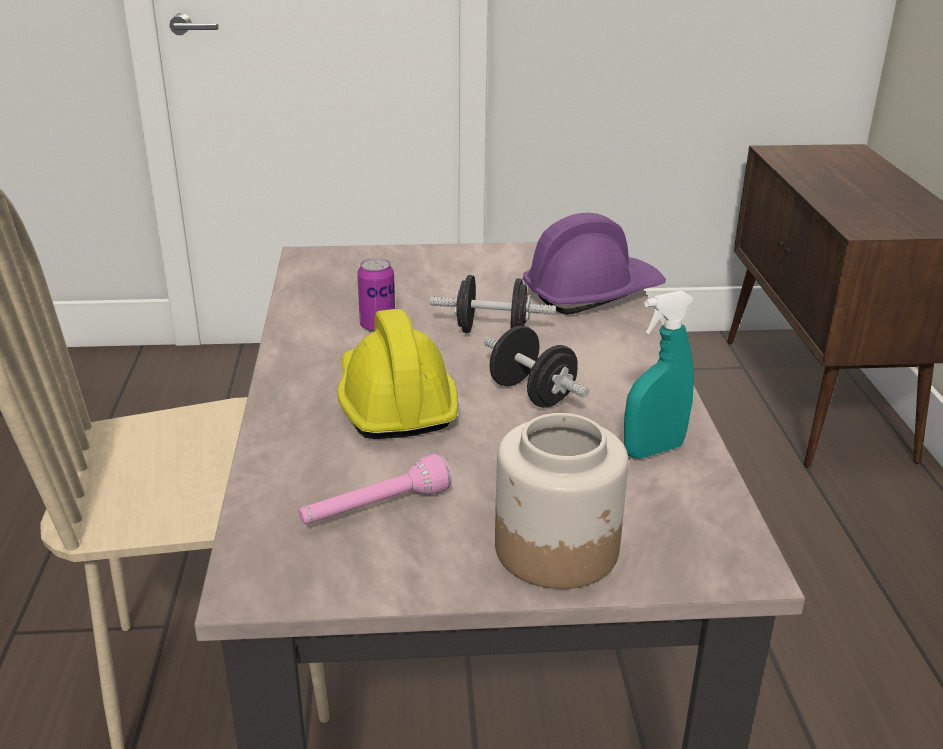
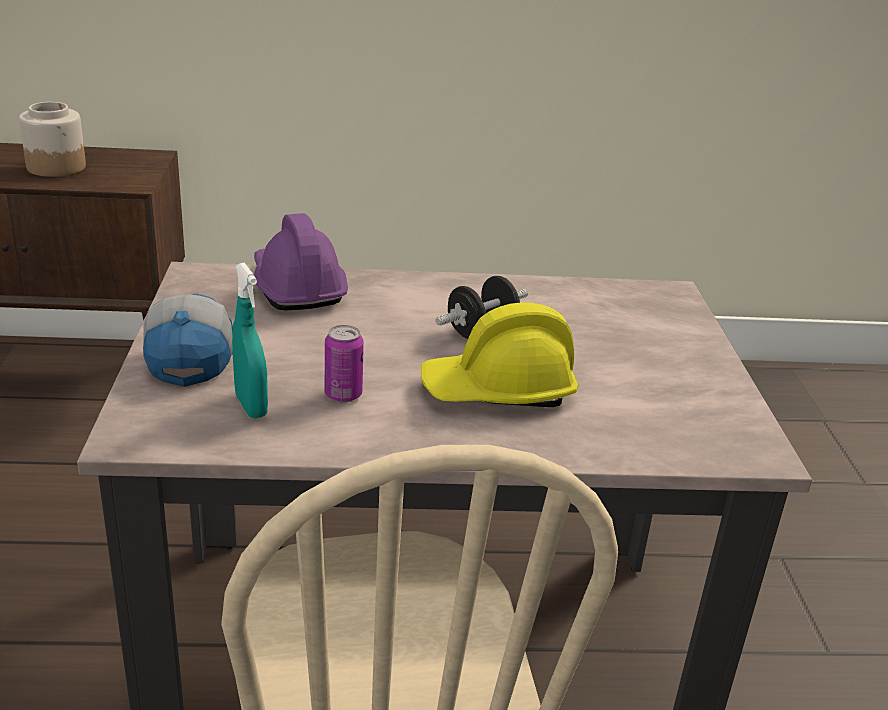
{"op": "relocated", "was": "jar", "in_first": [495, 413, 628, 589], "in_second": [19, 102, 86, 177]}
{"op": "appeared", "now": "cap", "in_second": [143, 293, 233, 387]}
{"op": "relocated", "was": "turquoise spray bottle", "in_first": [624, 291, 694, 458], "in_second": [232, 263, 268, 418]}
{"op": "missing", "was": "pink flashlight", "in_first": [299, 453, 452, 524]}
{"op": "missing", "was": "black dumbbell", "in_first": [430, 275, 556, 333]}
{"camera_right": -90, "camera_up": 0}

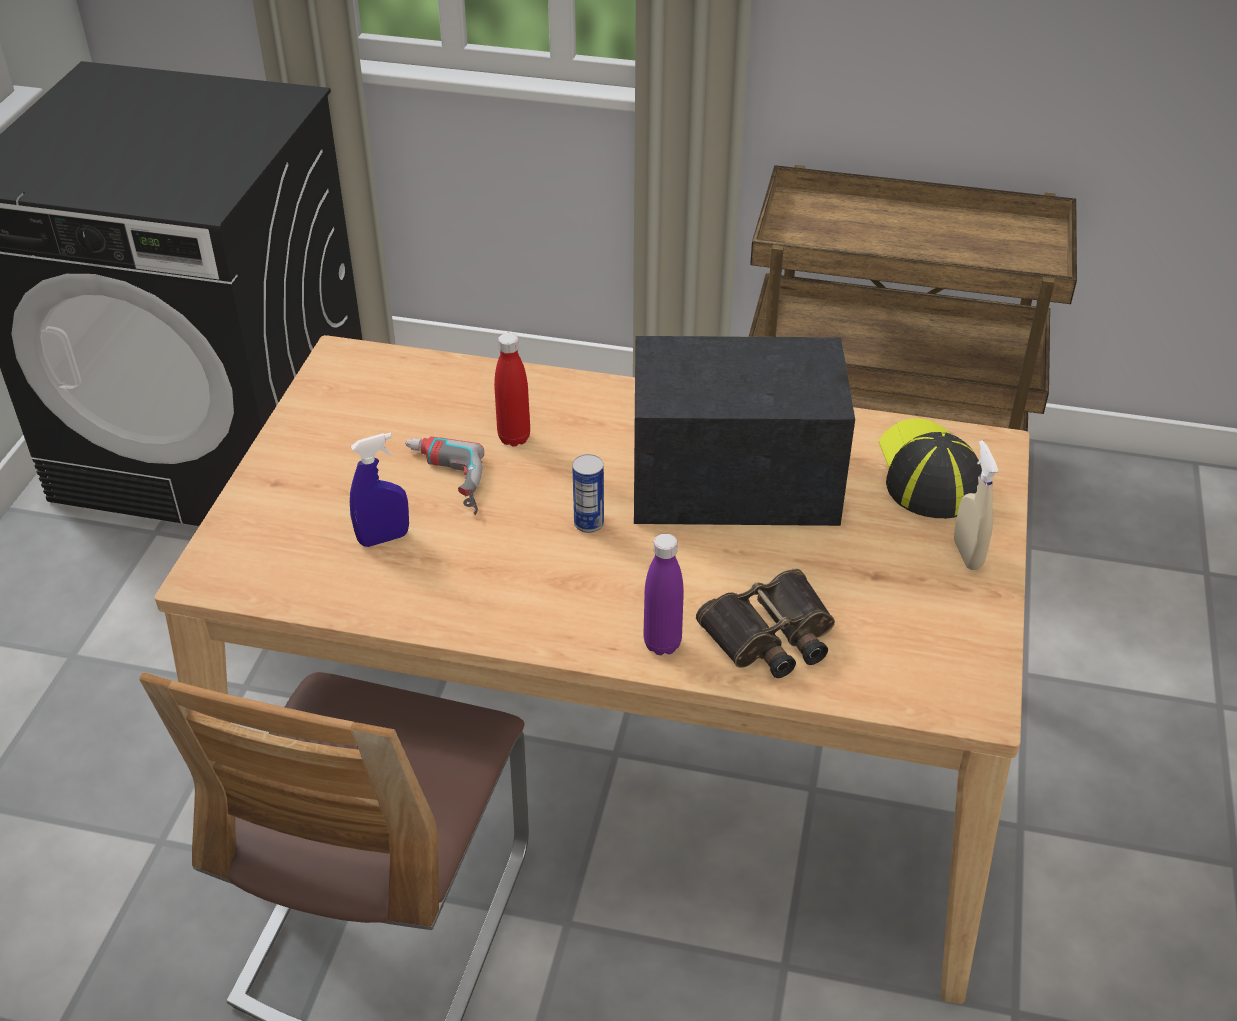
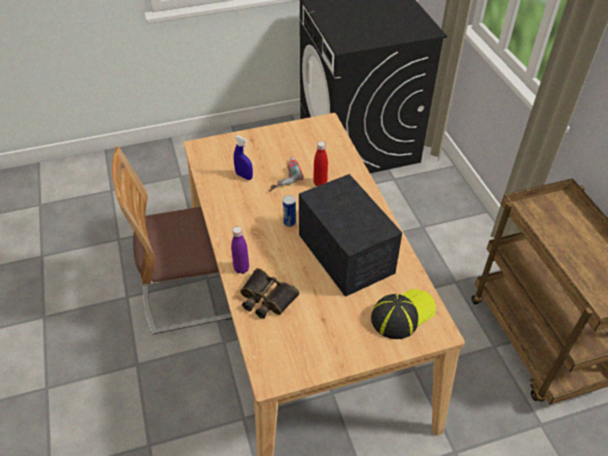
{"op": "missing", "was": "beige spray bottle", "in_first": [954, 440, 999, 570]}
{"camera_right": 60, "camera_up": 5}

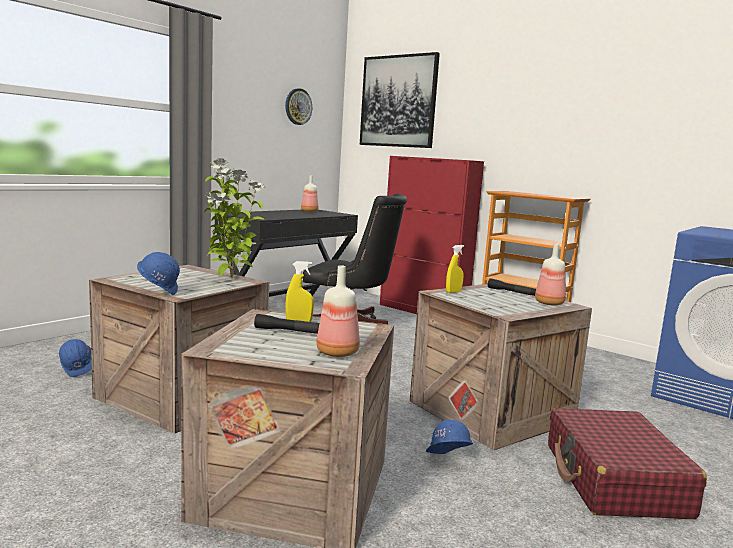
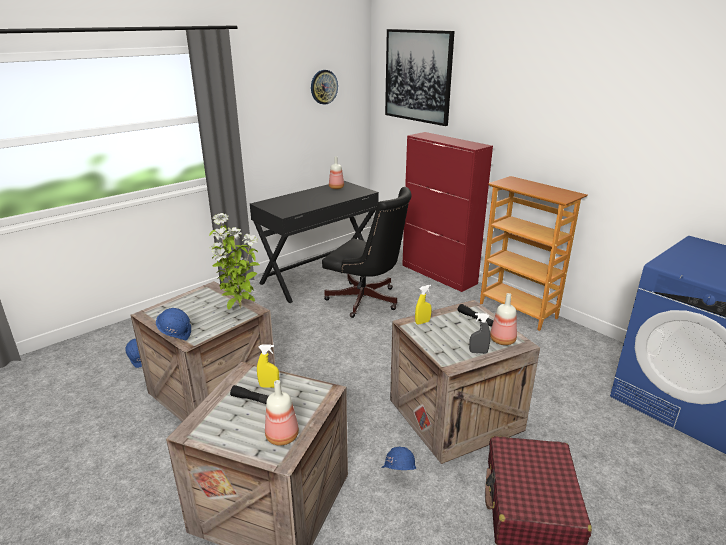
{"op": "appeared", "now": "grey spray bottle", "in_second": [469, 313, 490, 354]}
{"camera_right": 10, "camera_up": 15}

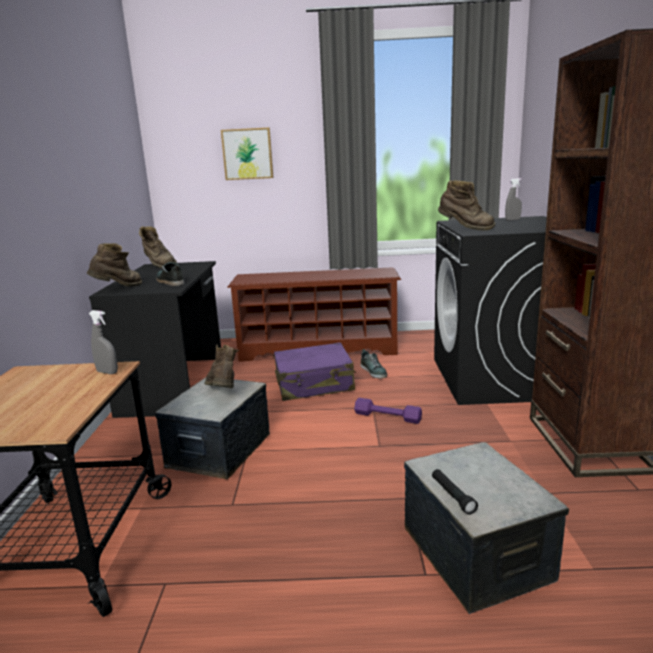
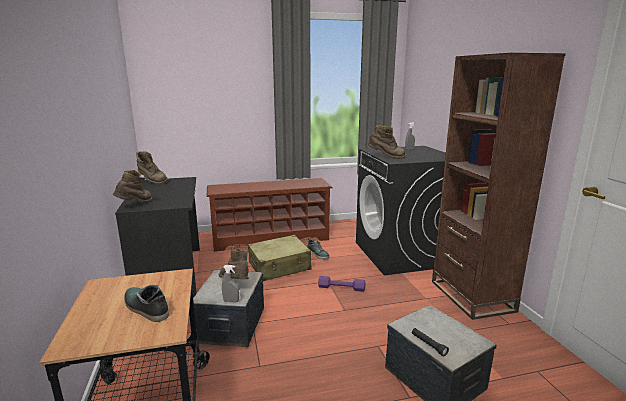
{"op": "relocated", "was": "shoe", "in_first": [156, 262, 184, 286], "in_second": [124, 285, 169, 322]}
{"op": "relocated", "was": "grey spray bottle", "in_first": [89, 310, 118, 374], "in_second": [222, 265, 239, 303]}
{"op": "colour", "was": "purple suitcase", "now": "beige suitcase", "in_first": [274, 342, 356, 401], "in_second": [248, 235, 312, 281]}
{"op": "missing", "was": "picture", "in_first": [221, 128, 273, 180]}
{"camera_right": -15, "camera_up": 0}

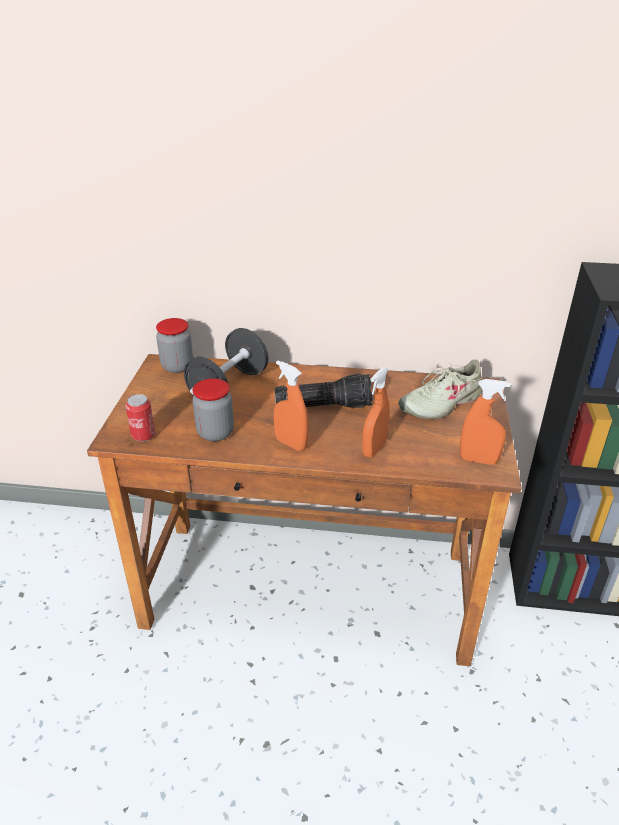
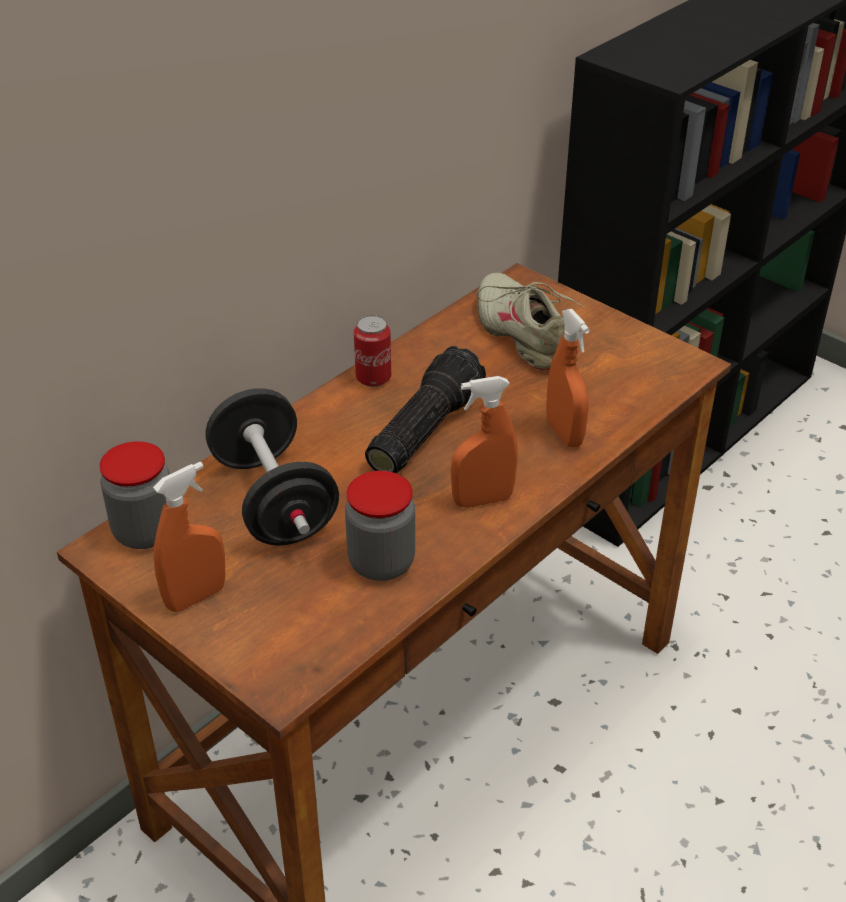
{"op": "relocated", "was": "orange spray bottle", "in_first": [460, 379, 511, 465], "in_second": [153, 461, 225, 612]}
{"op": "relocated", "was": "can", "in_first": [126, 394, 155, 442], "in_second": [354, 315, 391, 387]}
{"op": "spun", "was": "beige shoe", "in_first": [398, 359, 486, 419], "in_second": [476, 273, 584, 370], "clockwise": 150}
{"camera_right": -55, "camera_up": 5}

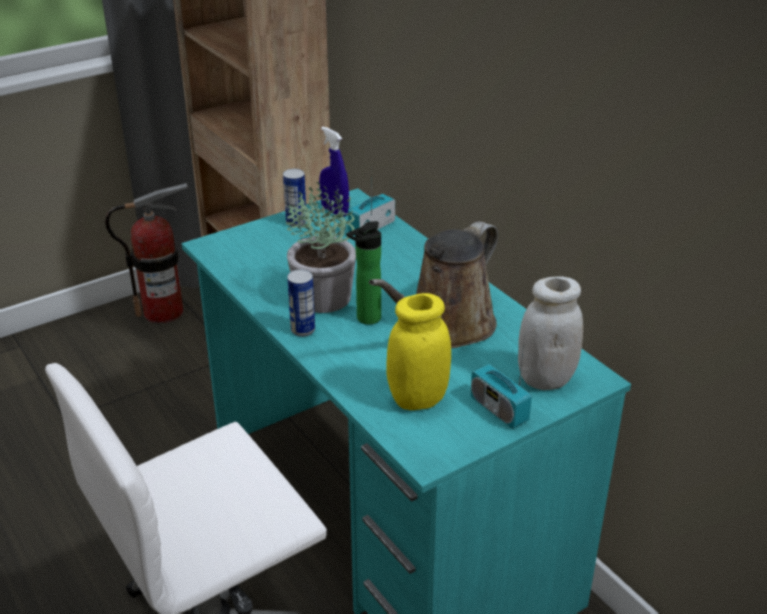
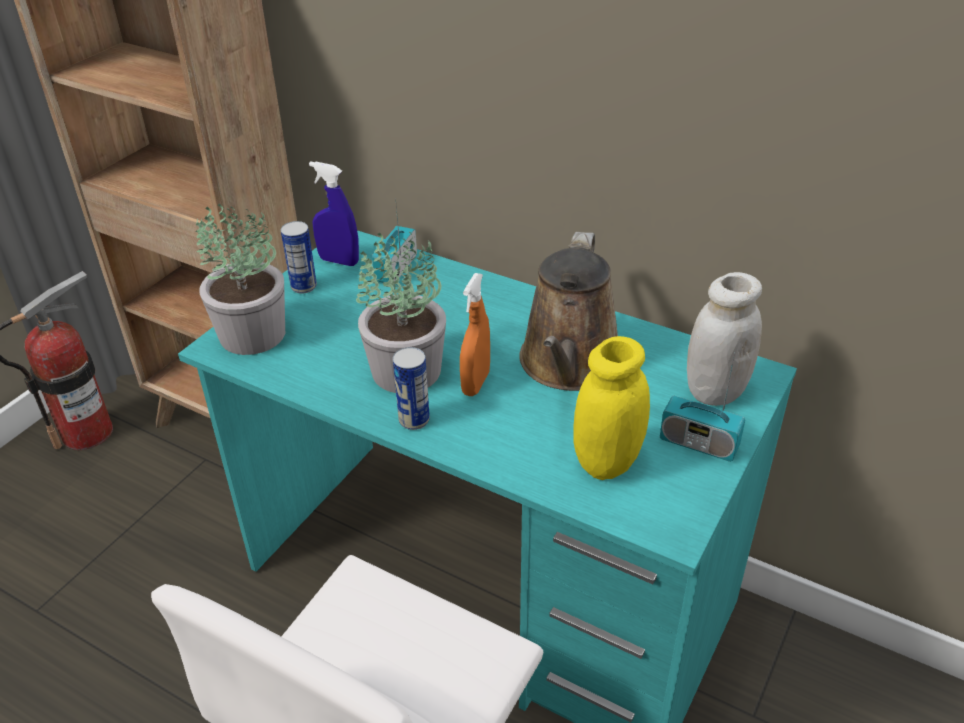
{"op": "appeared", "now": "potted plant", "in_second": [196, 203, 285, 355]}
{"op": "exchanged", "was": "bottle", "now": "orange spray bottle", "in_first": [346, 221, 381, 325], "in_second": [460, 273, 490, 396]}
{"camera_right": -25, "camera_up": 5}

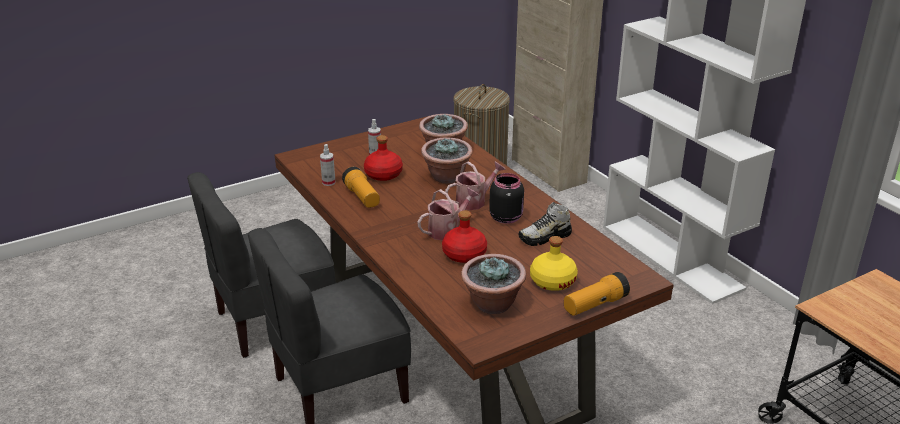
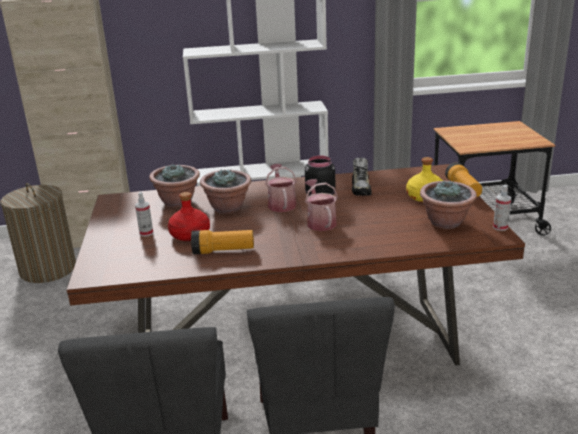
{"op": "relocated", "was": "spray bottle", "in_first": [320, 144, 335, 186], "in_second": [493, 185, 511, 231]}
{"op": "missing", "was": "red bottle", "in_first": [442, 210, 487, 263]}
{"camera_right": -65, "camera_up": -5}

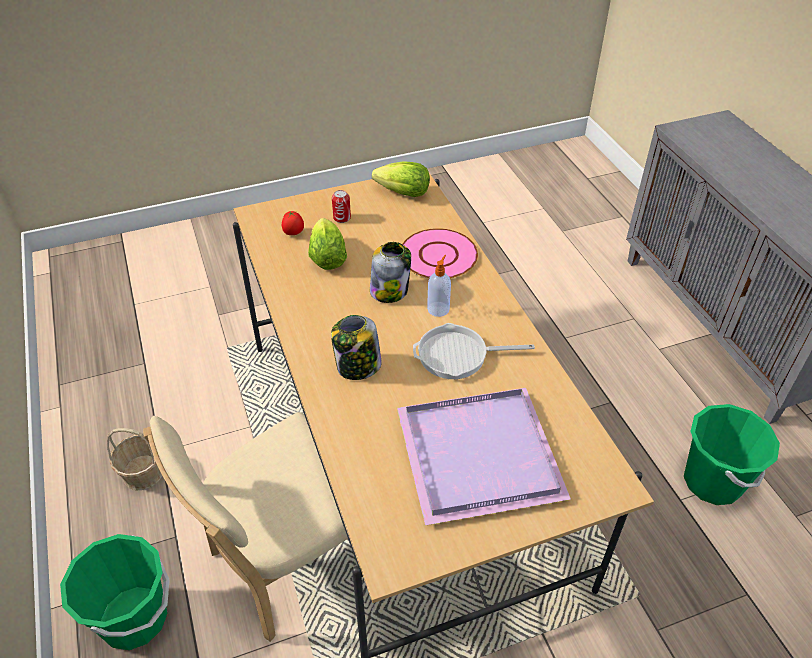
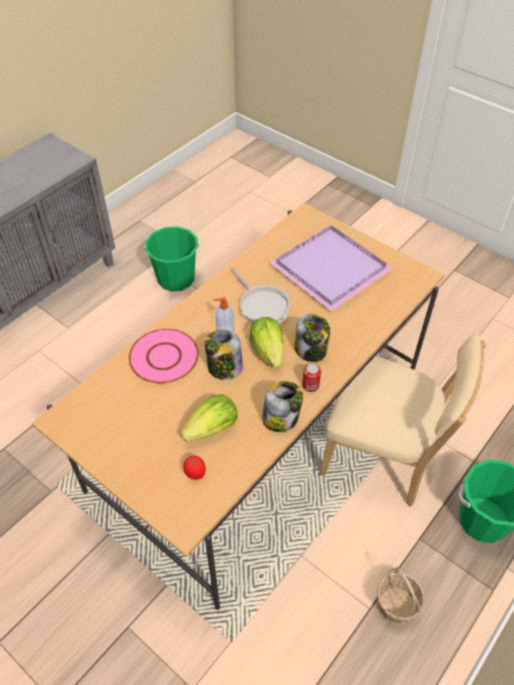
{"op": "relocated", "was": "lettuce", "in_first": [372, 161, 430, 197], "in_second": [249, 317, 284, 368]}
{"op": "appeared", "now": "jar", "in_second": [262, 381, 303, 432]}
{"op": "relocated", "was": "can", "in_first": [332, 190, 351, 223], "in_second": [302, 364, 321, 392]}
{"camera_right": -120, "camera_up": 5}

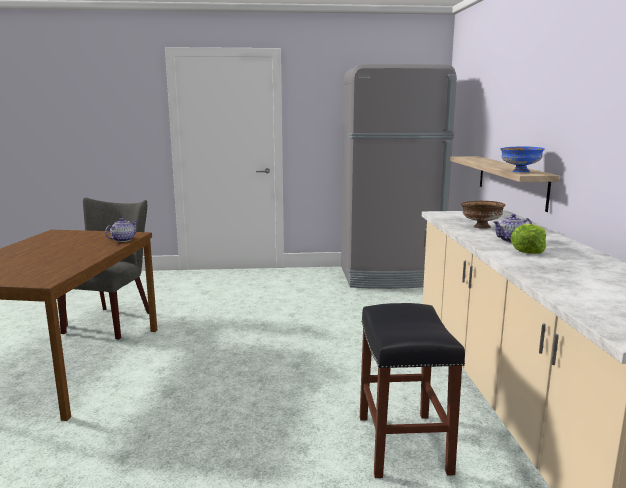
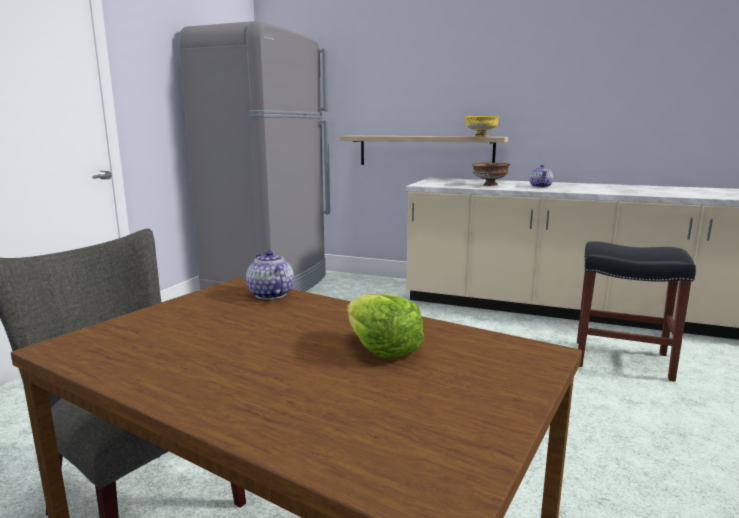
{"op": "relocated", "was": "lettuce", "in_first": [510, 224, 546, 254], "in_second": [347, 294, 424, 358]}
{"op": "colour", "was": "blue bowl", "now": "yellow bowl", "in_first": [500, 146, 545, 172], "in_second": [465, 116, 500, 137]}
{"camera_right": -65, "camera_up": 0}

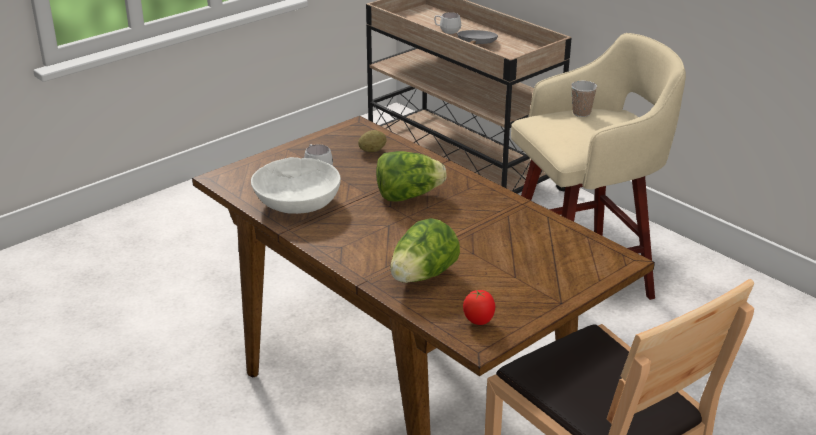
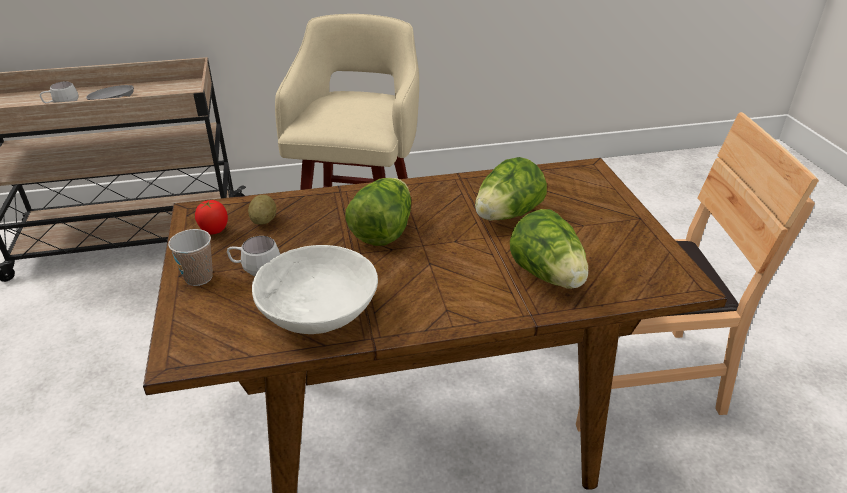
{"op": "relocated", "was": "cup", "in_first": [571, 81, 597, 117], "in_second": [168, 229, 213, 286]}
{"op": "relocated", "was": "tomato", "in_first": [463, 290, 495, 325], "in_second": [195, 200, 228, 235]}
{"op": "appeared", "now": "lettuce", "in_second": [475, 157, 547, 221]}
{"camera_right": -60, "camera_up": 5}

